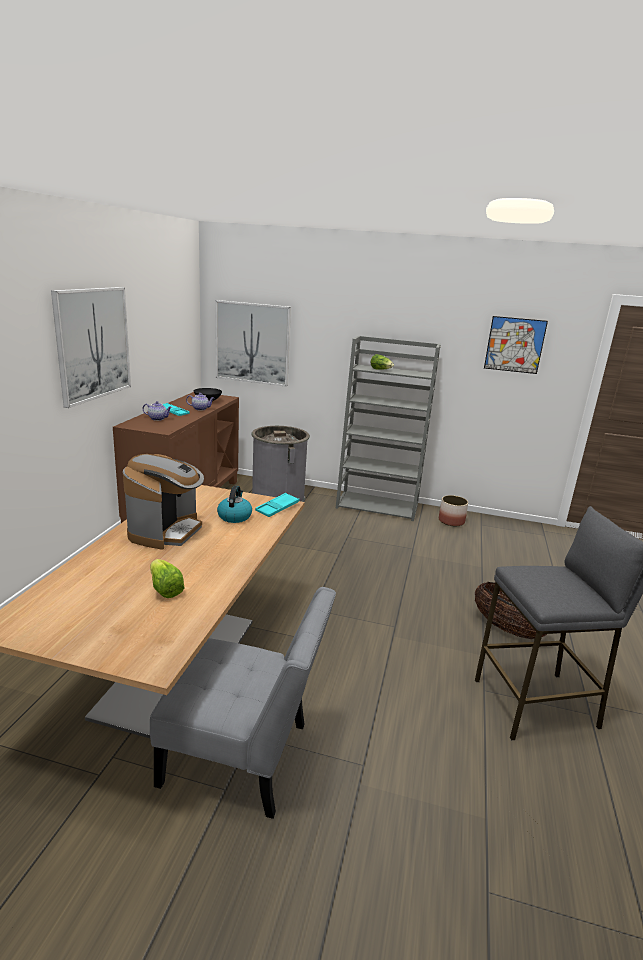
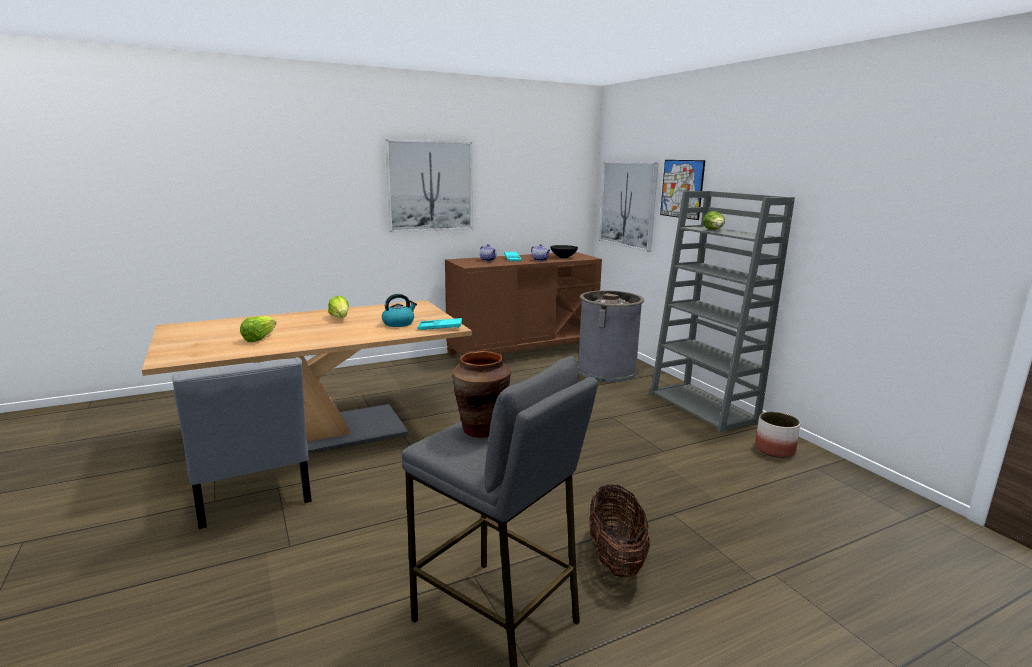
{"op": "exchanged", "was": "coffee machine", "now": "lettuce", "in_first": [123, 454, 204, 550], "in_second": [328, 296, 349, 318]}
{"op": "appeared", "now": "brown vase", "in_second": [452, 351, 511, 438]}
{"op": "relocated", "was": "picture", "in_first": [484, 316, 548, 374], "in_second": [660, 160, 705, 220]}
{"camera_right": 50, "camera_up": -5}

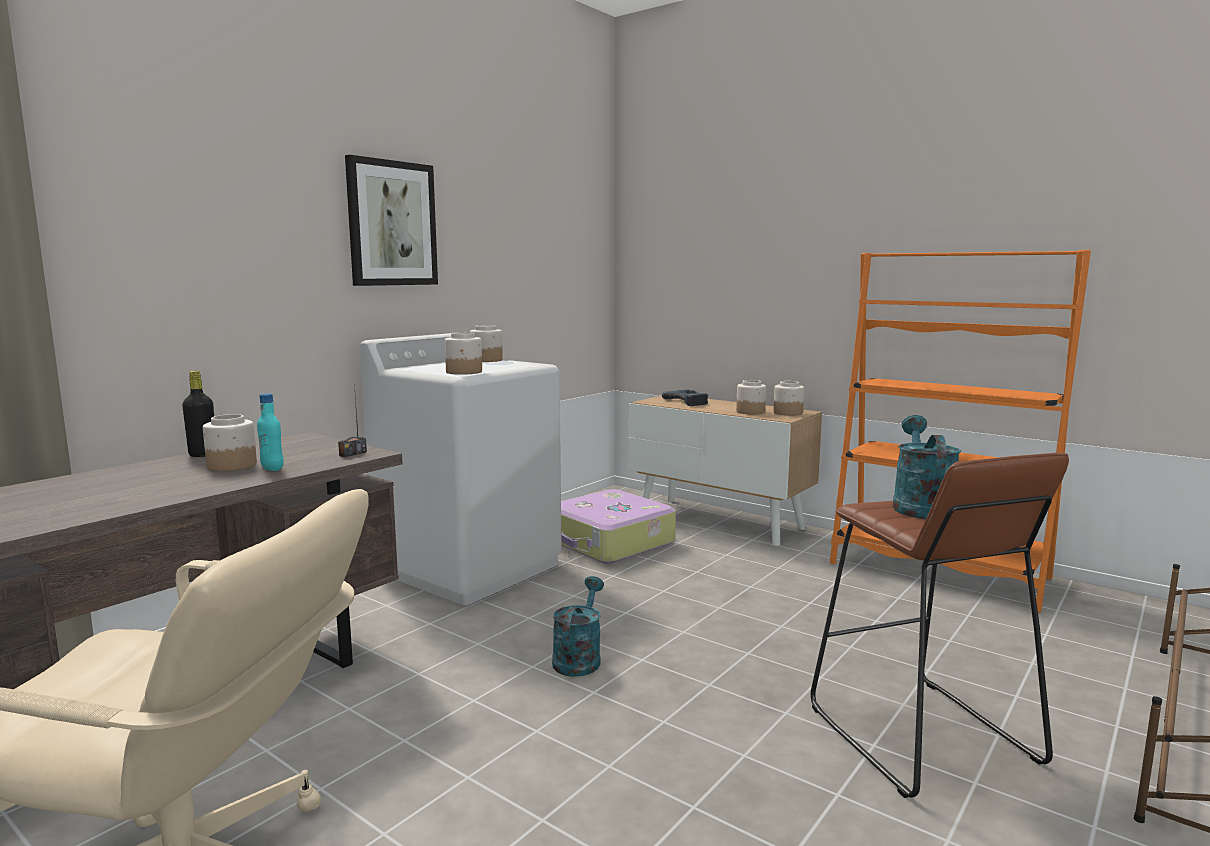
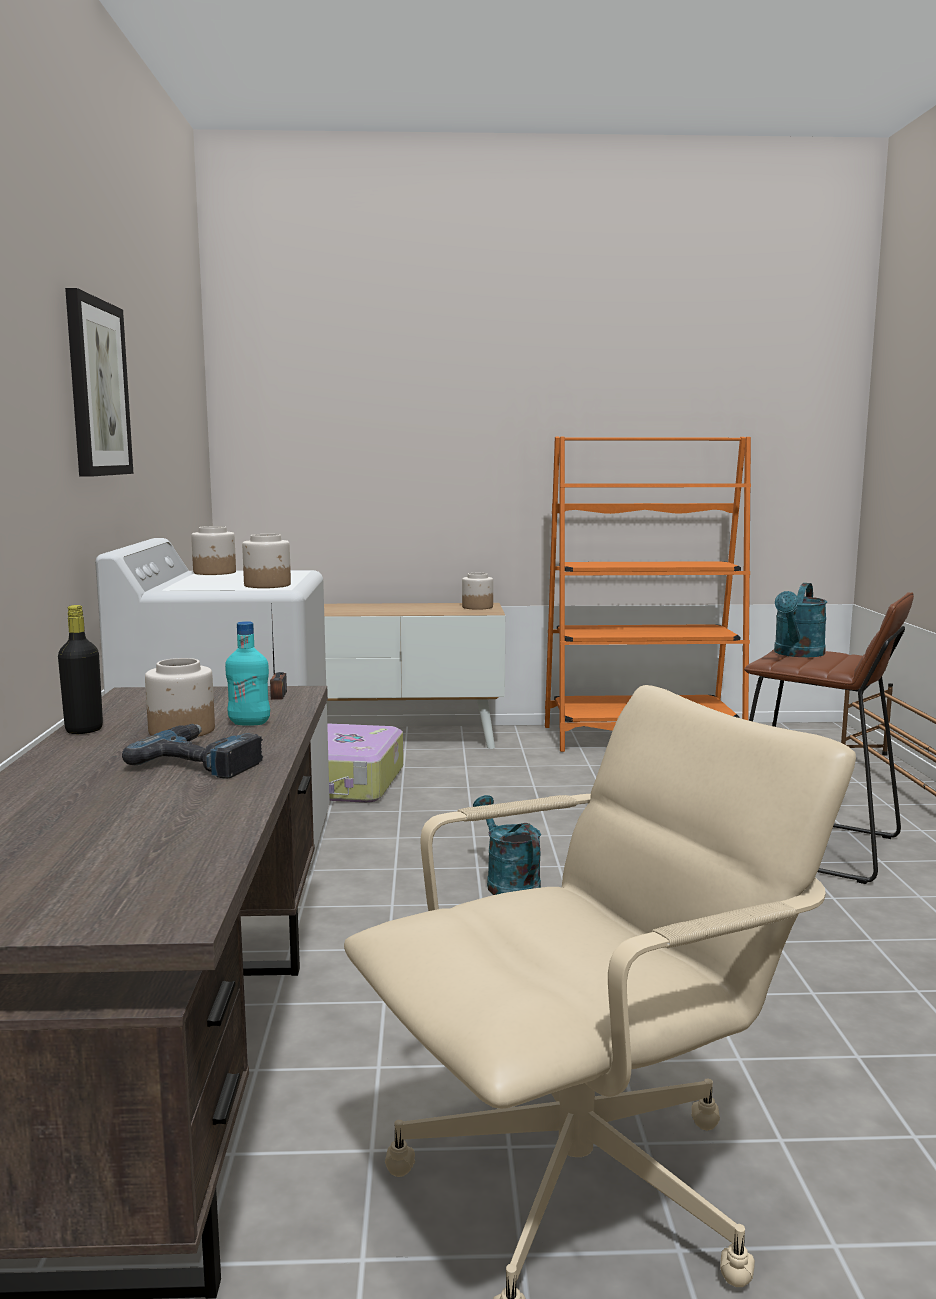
{"op": "relocated", "was": "power drill", "in_first": [662, 390, 708, 406], "in_second": [122, 724, 264, 779]}
{"op": "spun", "was": "turquoise watering can", "in_first": [892, 415, 961, 519], "in_second": [774, 583, 827, 657], "clockwise": -120}
{"op": "missing", "was": "jar", "in_first": [736, 380, 766, 414]}
{"camera_right": -40, "camera_up": 0}

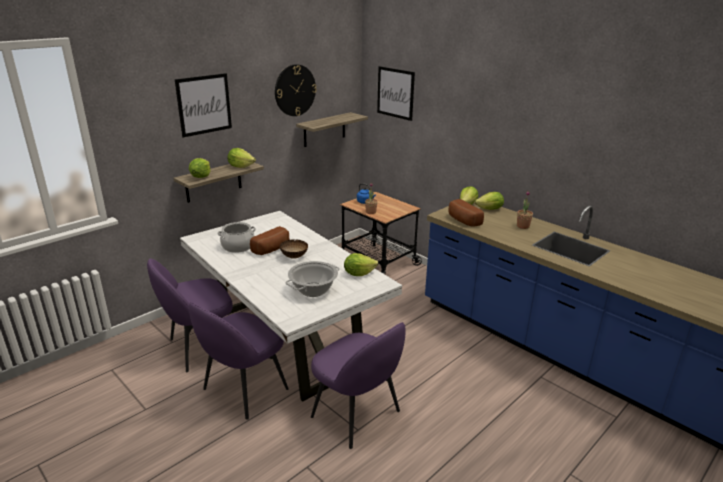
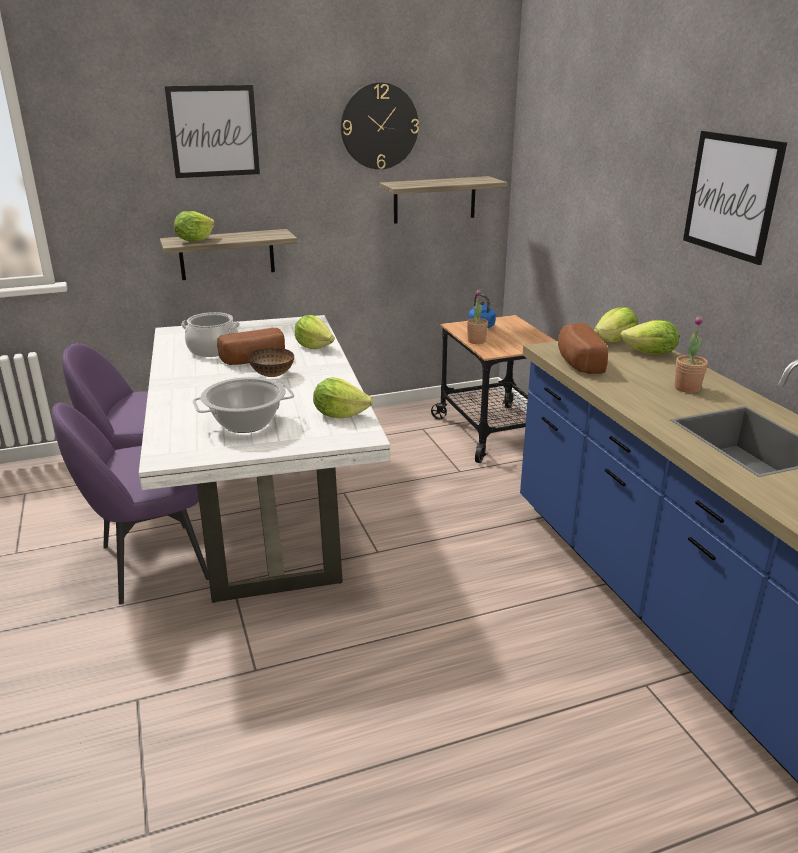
{"op": "relocated", "was": "lettuce", "in_first": [228, 148, 256, 168], "in_second": [295, 315, 334, 349]}
{"op": "relocated", "was": "picture", "in_first": [377, 66, 415, 121], "in_second": [683, 131, 787, 265]}
{"op": "missing", "was": "purple chair", "in_first": [311, 322, 406, 449]}
{"camera_right": 25, "camera_up": 0}

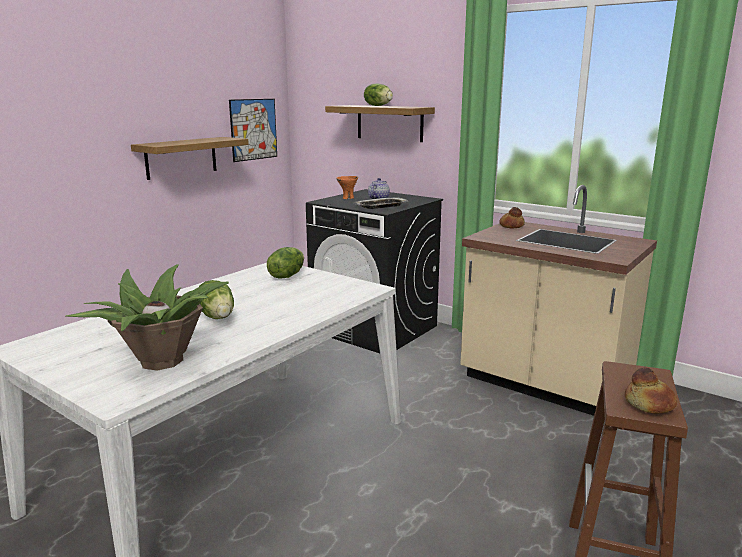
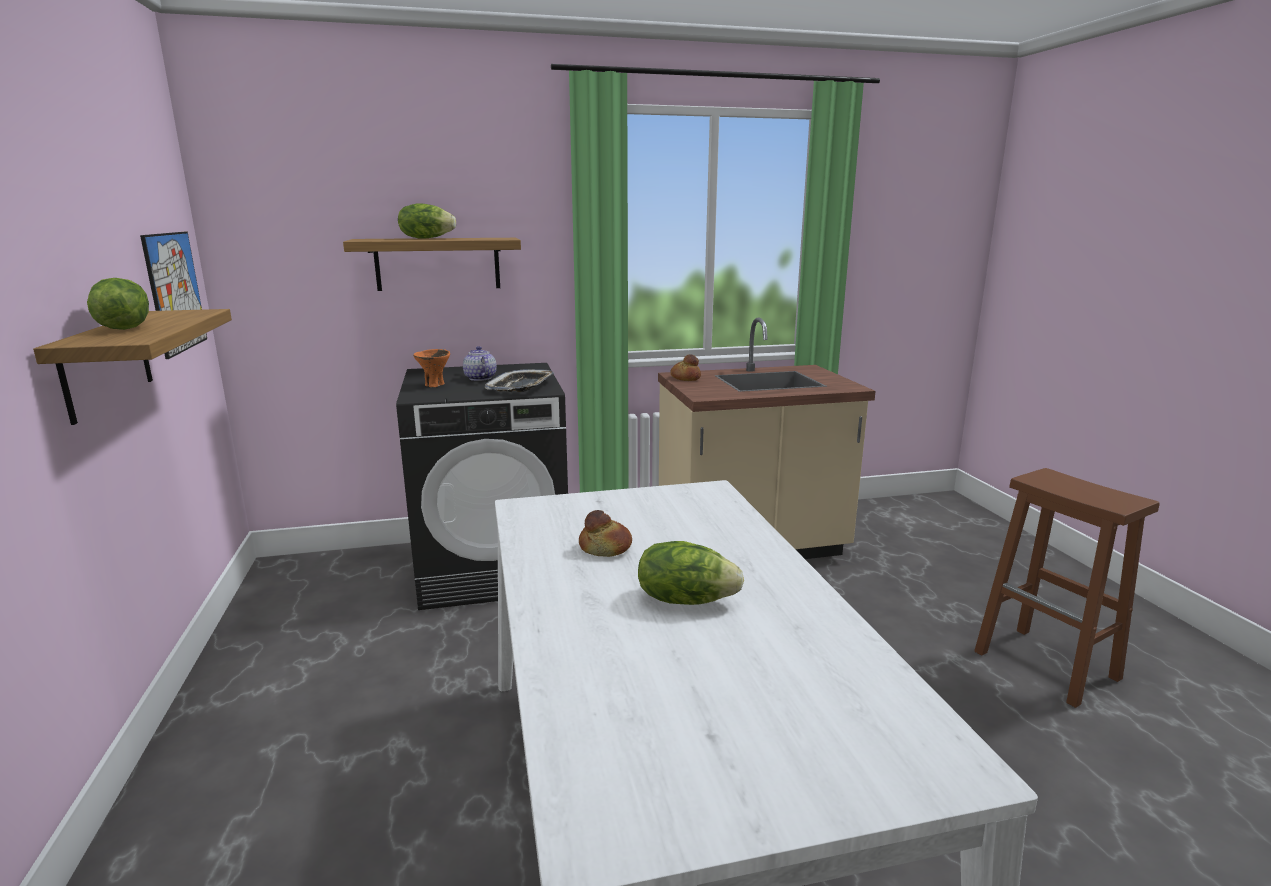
{"op": "relocated", "was": "lettuce", "in_first": [267, 247, 304, 278], "in_second": [87, 278, 149, 330]}
{"op": "relocated", "was": "bread", "in_first": [625, 368, 677, 414], "in_second": [579, 510, 632, 557]}
{"op": "missing", "was": "potted plant", "in_first": [65, 264, 229, 371]}
{"camera_right": -50, "camera_up": 0}

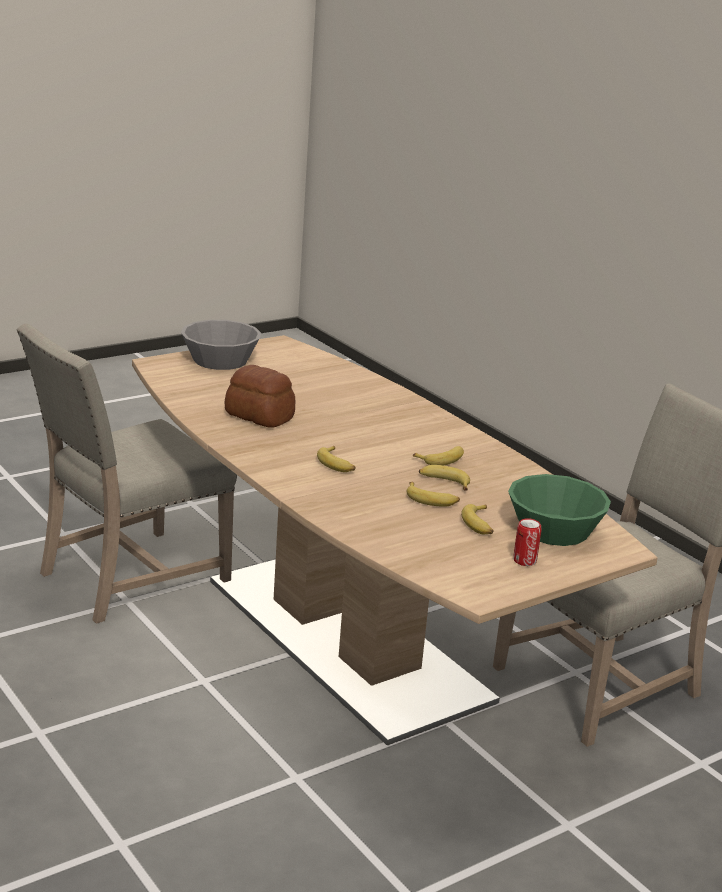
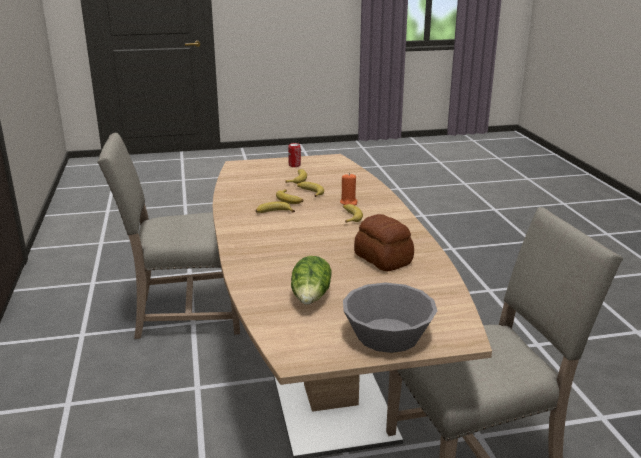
{"op": "appeared", "now": "lettuce", "in_second": [291, 256, 332, 305]}
{"op": "appeared", "now": "orange candle", "in_second": [340, 173, 358, 205]}
{"op": "missing", "was": "green bowl", "in_first": [508, 474, 611, 546]}
{"camera_right": -155, "camera_up": 0}

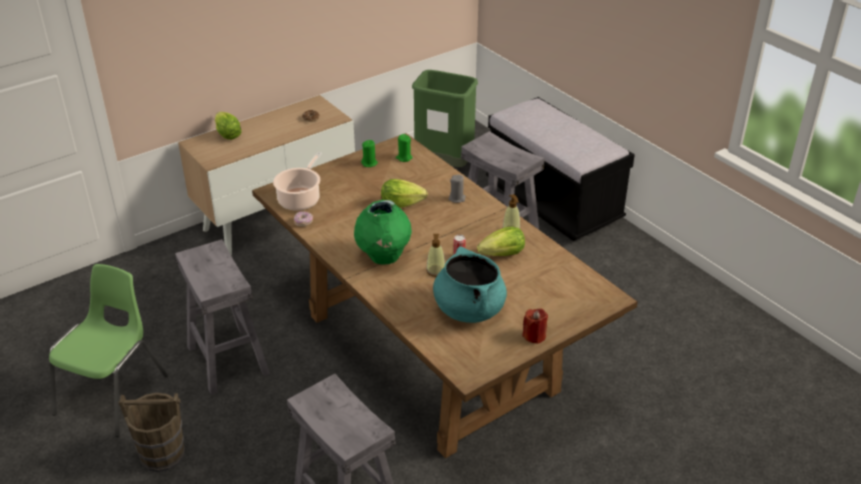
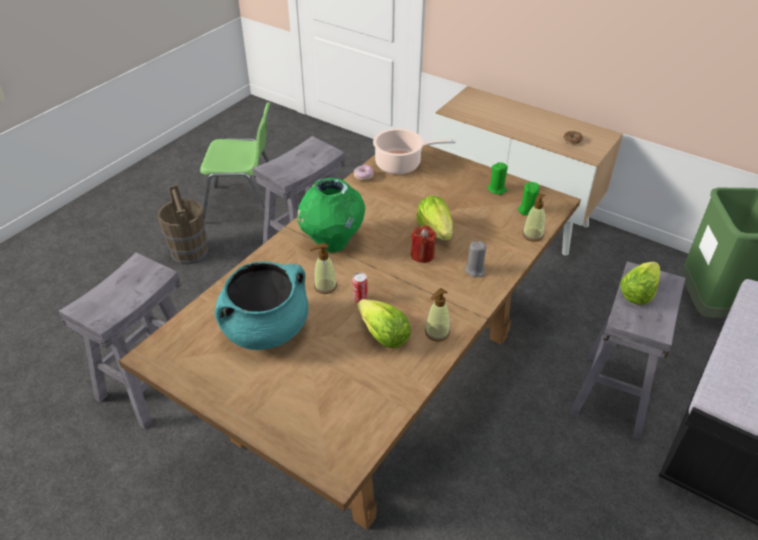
{"op": "relocated", "was": "red candle", "in_first": [522, 308, 548, 344], "in_second": [411, 225, 437, 263]}
{"op": "appeared", "now": "soap dispenser", "in_second": [522, 193, 545, 242]}
{"op": "relocated", "was": "lettuce", "in_first": [215, 112, 242, 140], "in_second": [620, 262, 660, 305]}
{"camera_right": 70, "camera_up": 5}

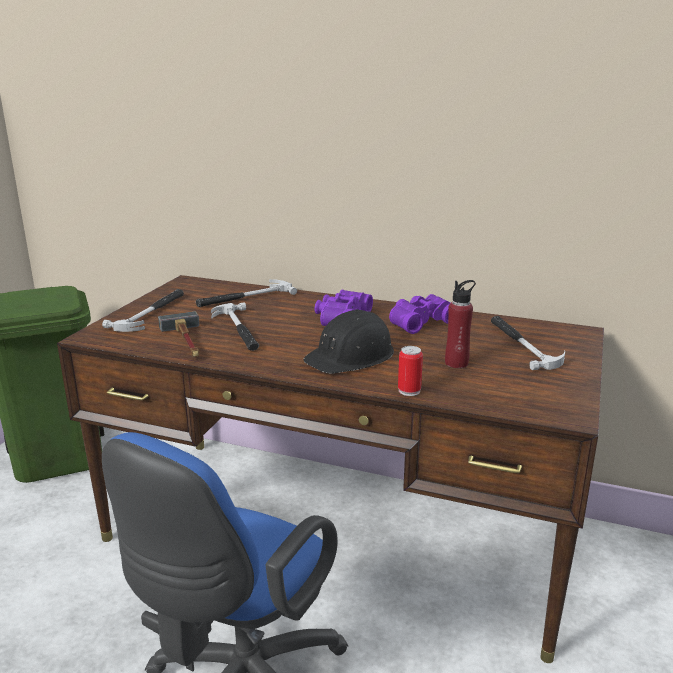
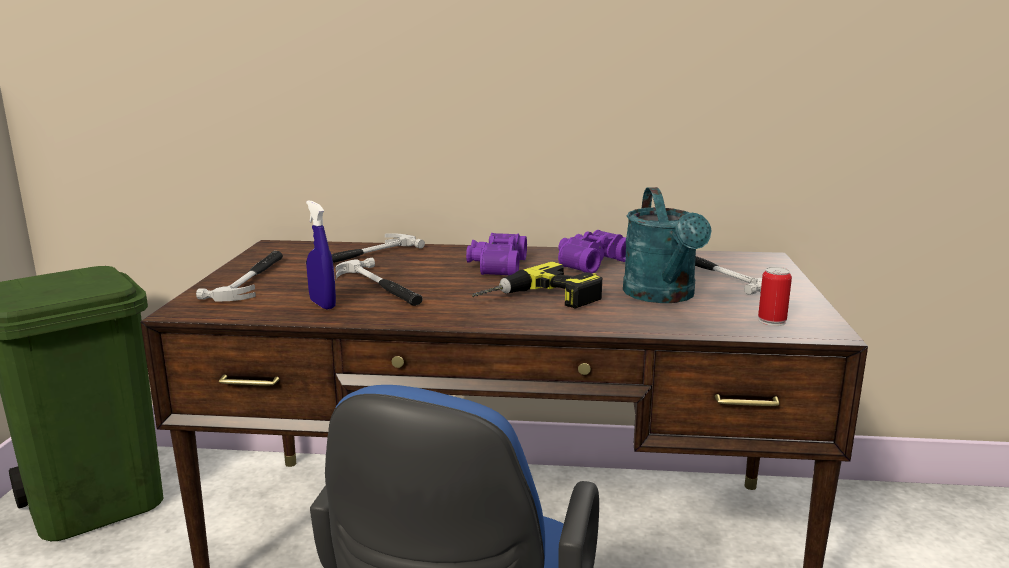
{"op": "exchanged", "was": "hammer", "now": "blue spray bottle", "in_first": [158, 311, 199, 357], "in_second": [306, 200, 336, 310]}
{"op": "exchanged", "was": "black hard hat", "now": "power drill", "in_first": [303, 309, 394, 374], "in_second": [472, 262, 602, 308]}
{"op": "exchanged", "was": "red bottle", "now": "turquoise watering can", "in_first": [445, 280, 476, 368], "in_second": [623, 187, 712, 303]}
{"op": "relocated", "was": "can", "in_first": [398, 346, 423, 396], "in_second": [758, 267, 792, 326]}
{"camera_right": -15, "camera_up": -5}

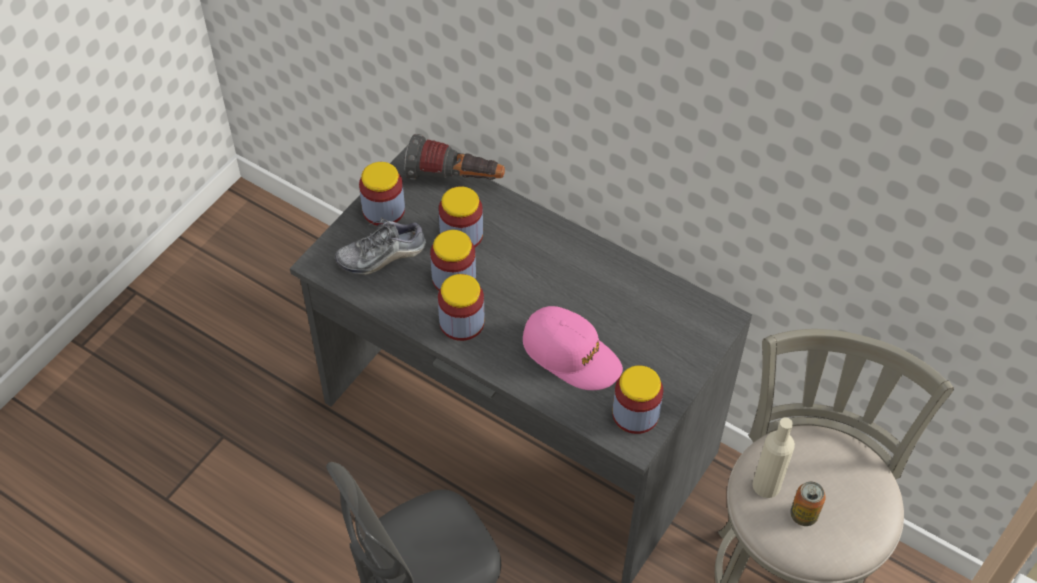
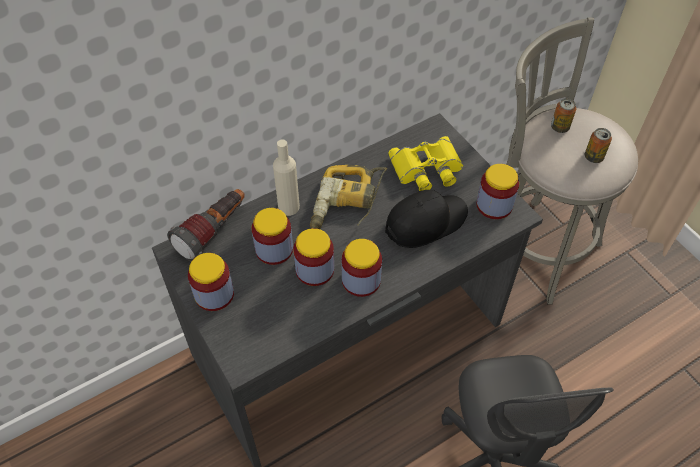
{"op": "relocated", "was": "beige bottle", "in_first": [753, 417, 795, 498], "in_second": [273, 139, 300, 216]}
{"op": "appeared", "now": "power drill", "in_second": [310, 165, 387, 229]}
{"op": "colour", "was": "pink cap", "now": "black cap", "in_first": [523, 306, 623, 390], "in_second": [385, 190, 468, 248]}
{"op": "appeared", "now": "yellow binoculars", "in_second": [388, 136, 463, 191]}
{"op": "appeared", "now": "can", "in_second": [551, 98, 576, 133]}
{"op": "missing", "was": "shoe", "in_first": [335, 217, 426, 275]}
{"camera_right": -65, "camera_up": 0}

